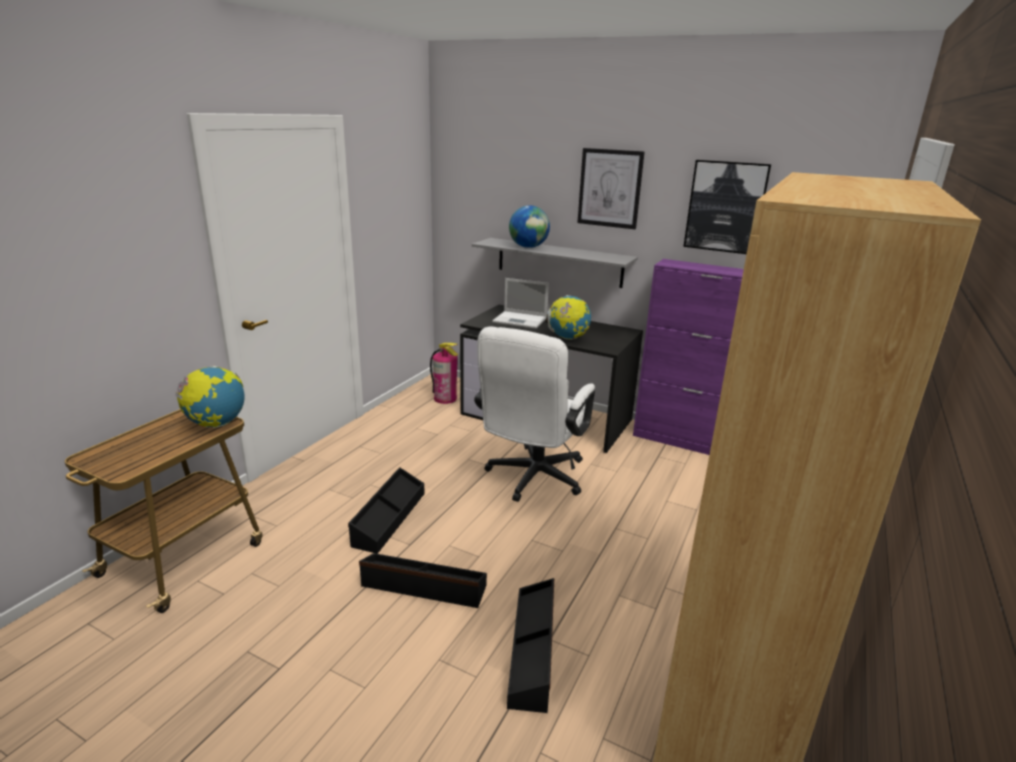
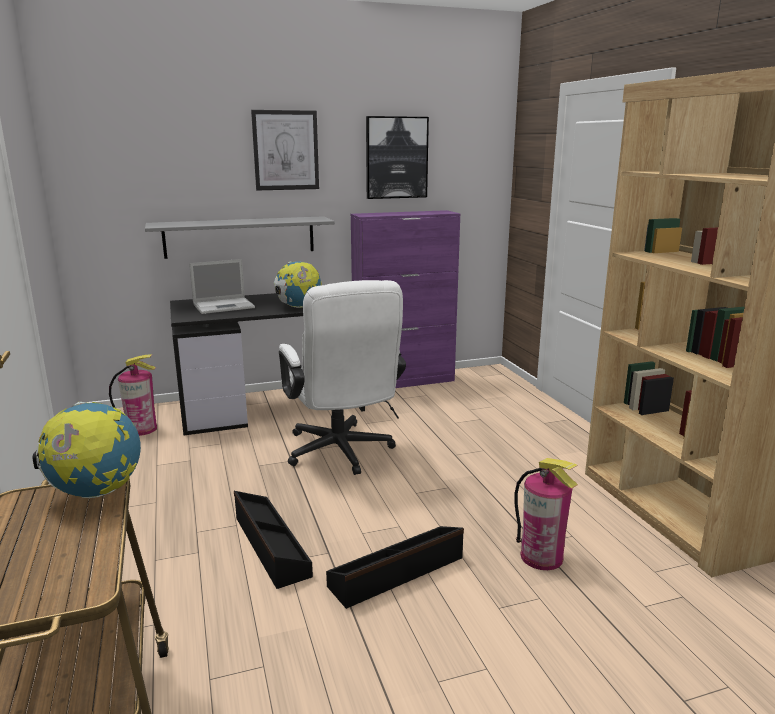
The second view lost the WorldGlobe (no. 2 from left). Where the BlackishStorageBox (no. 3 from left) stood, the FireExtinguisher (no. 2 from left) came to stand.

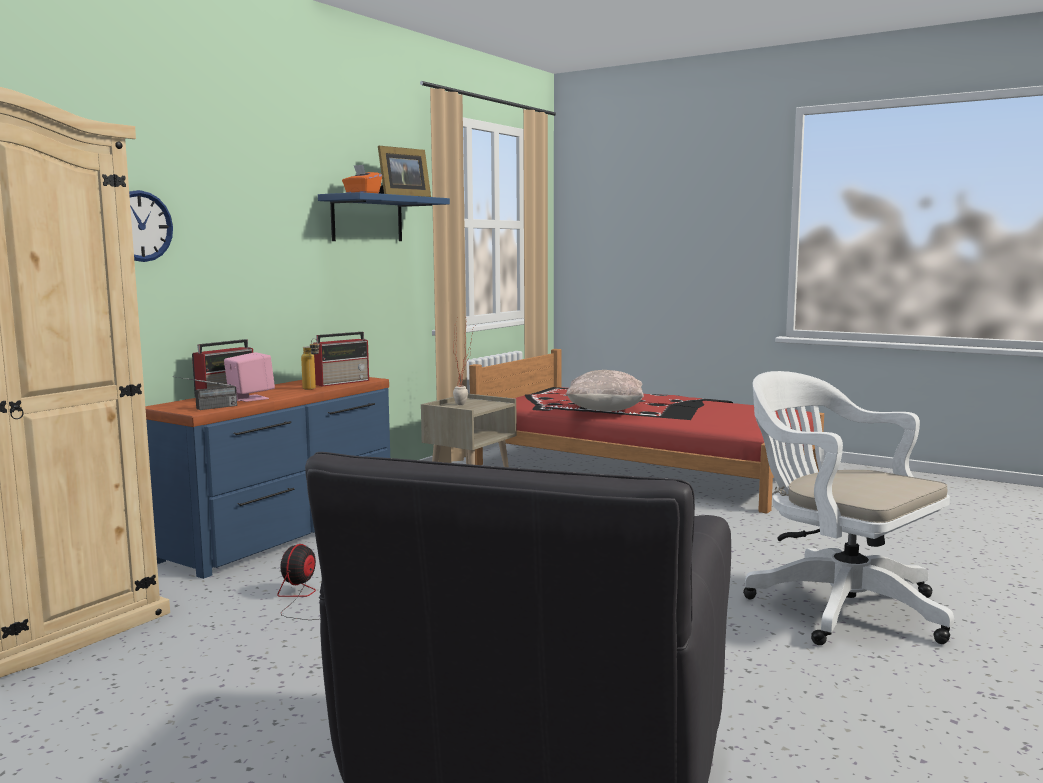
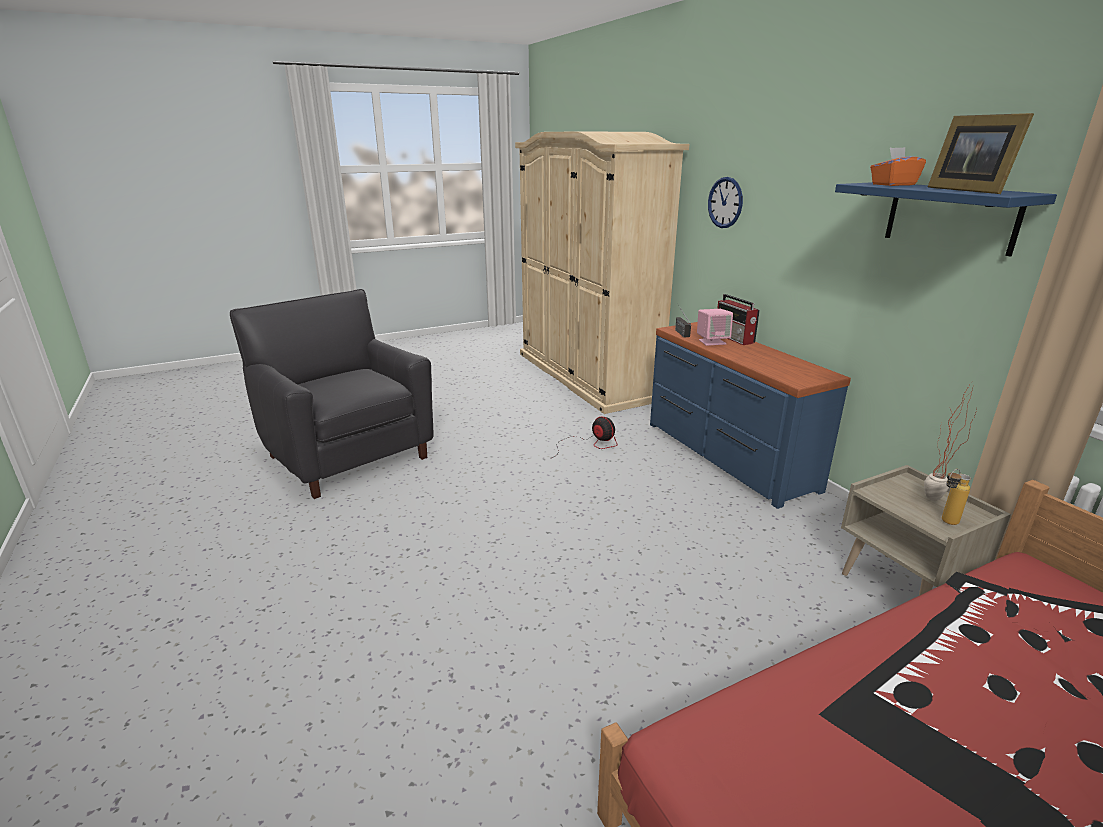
The second view lost the RadioSet (no. 3 from left). The Bottle ended up elsewhere. The second view lost the BeigeThrowPillow. The second view lost the WhitishOfficeChair.

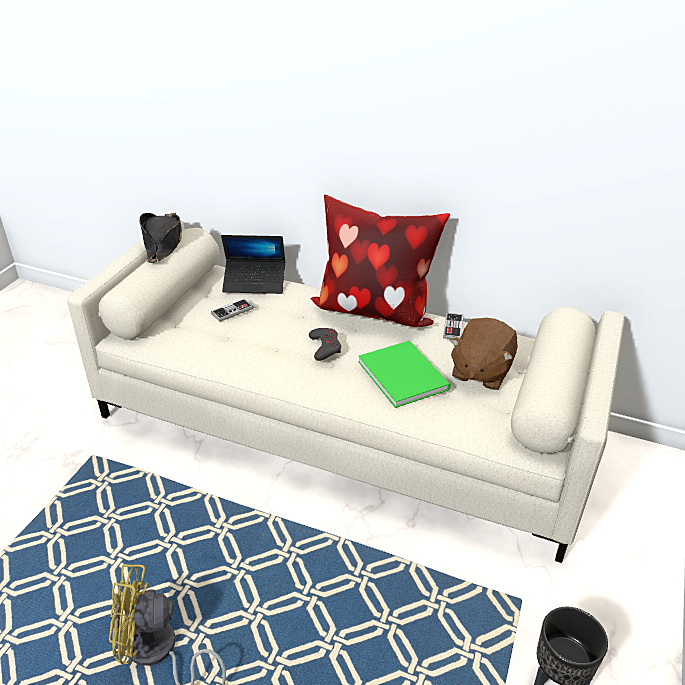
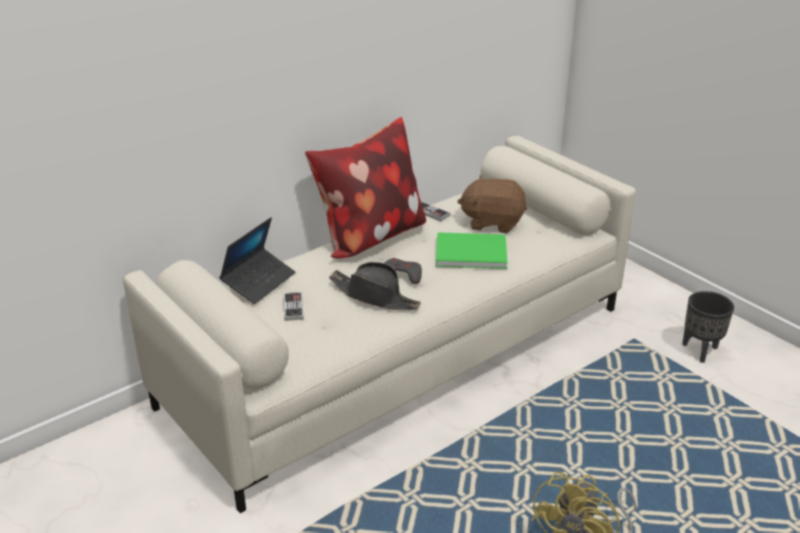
The BlackishWearableHat ended up elsewhere. The BrownColouredCuddlyToy ended up facing another way, 135 degrees clockwise from before.

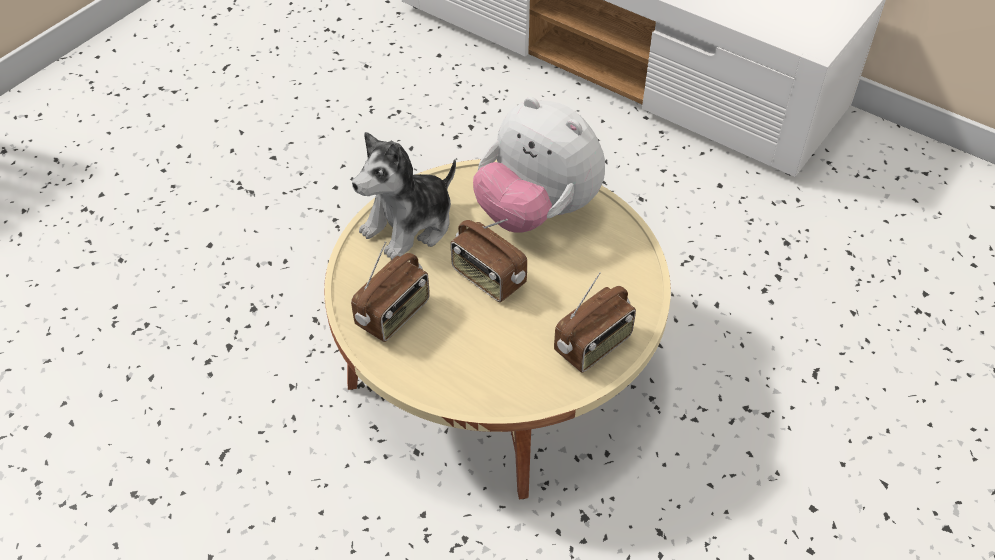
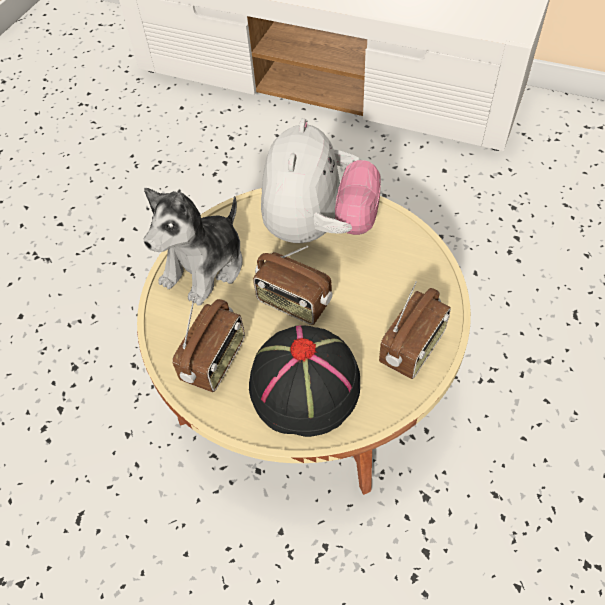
The CuddlyToy (no. 2 from left) ended up facing another way, 105 degrees counterclockwise from before. The second view gained the BlackishWearableHat.

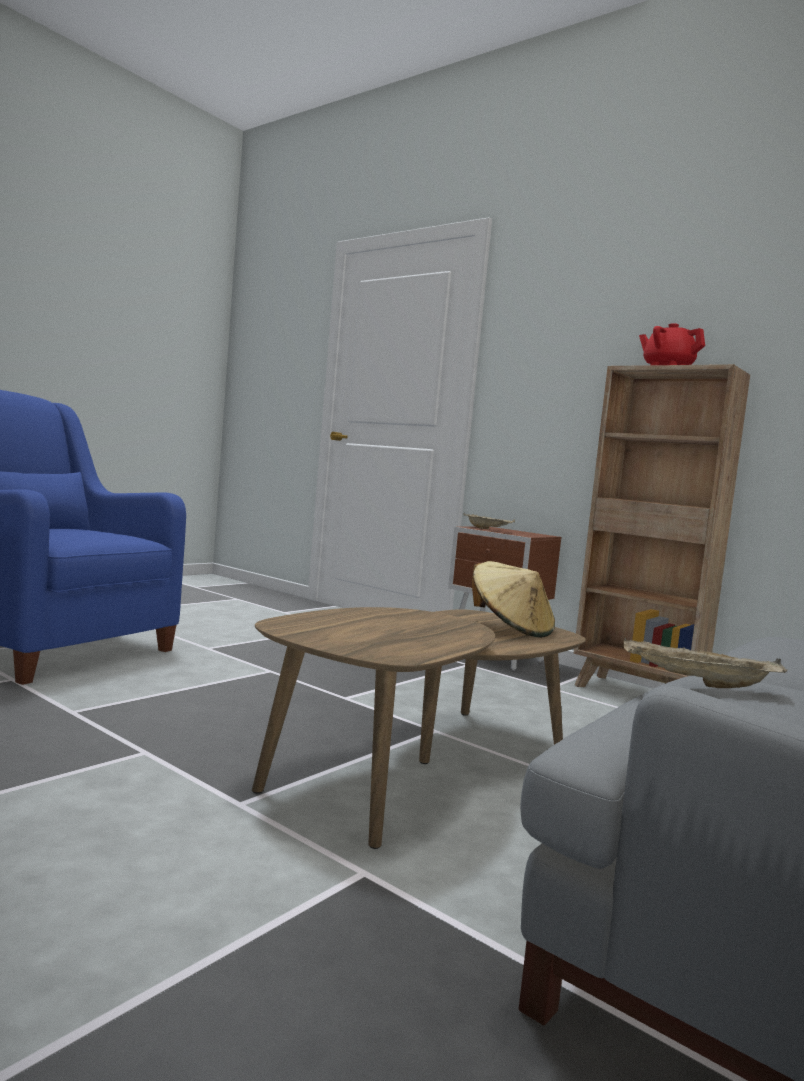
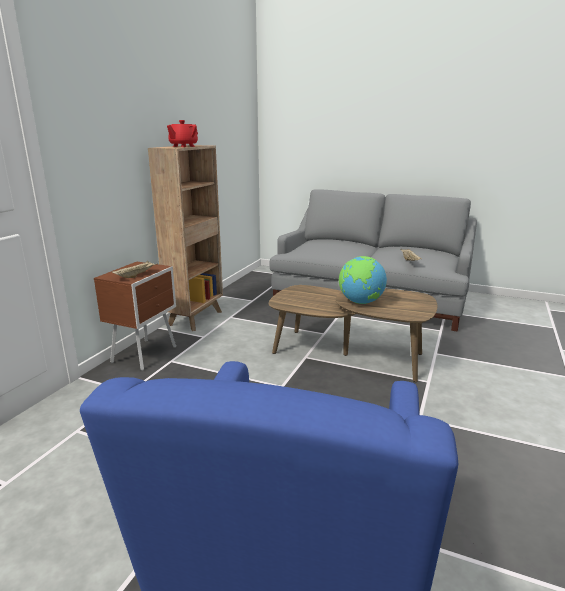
The second view lost the BeigeWearableHat. The second view gained the WorldGlobe.

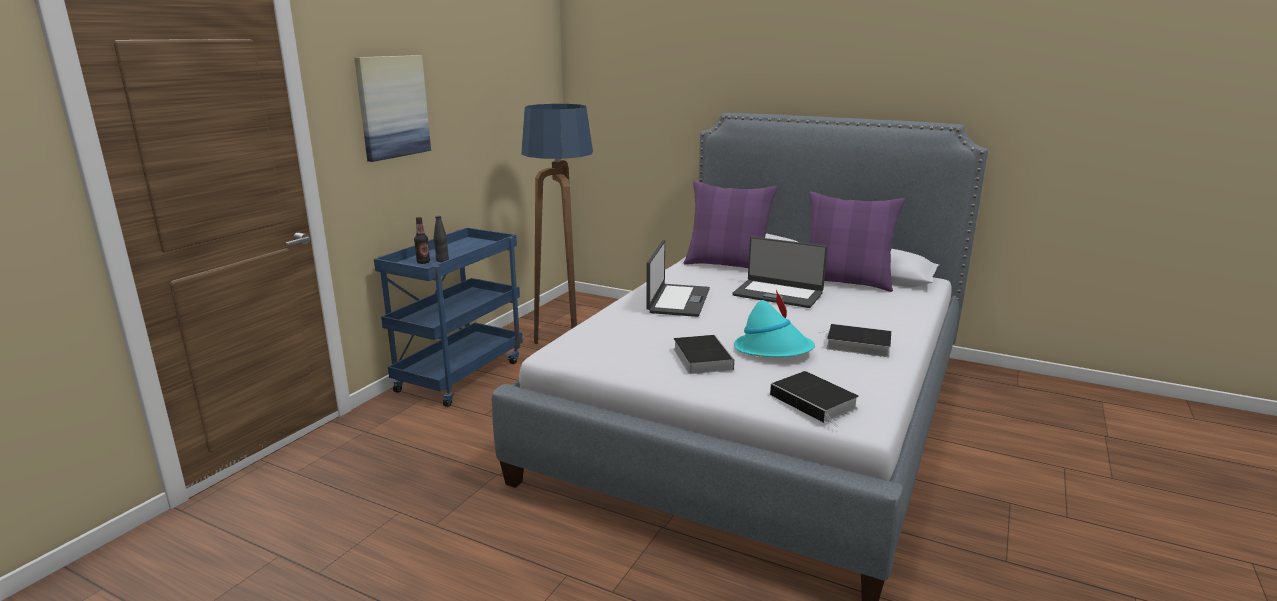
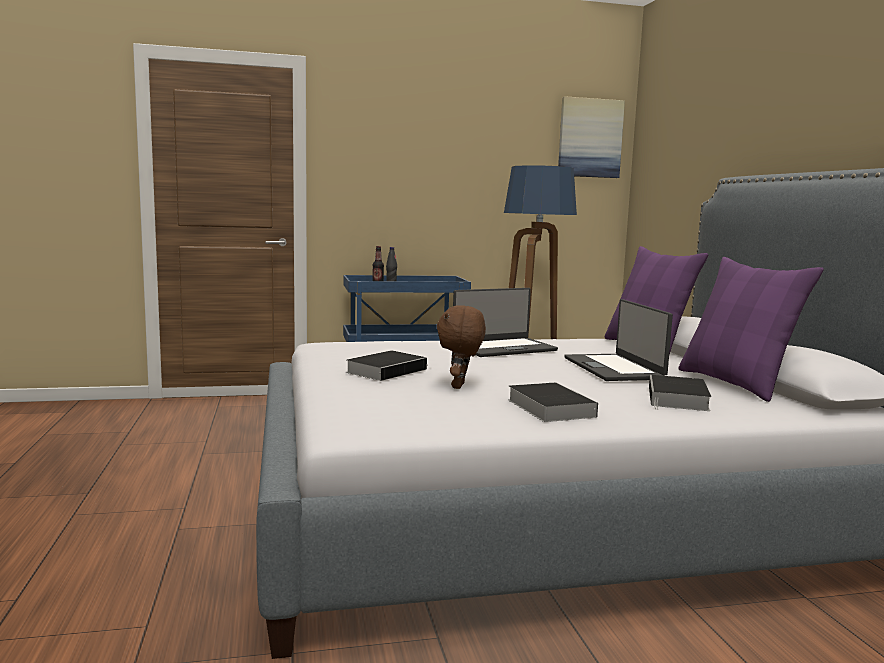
The WallPicture ended up elsewhere. Where the BlueGreenWearableHat stood, the BrownColouredCuddlyToy came to stand. The BoundBook (no. 2 from left in the first image) ended up elsewhere.

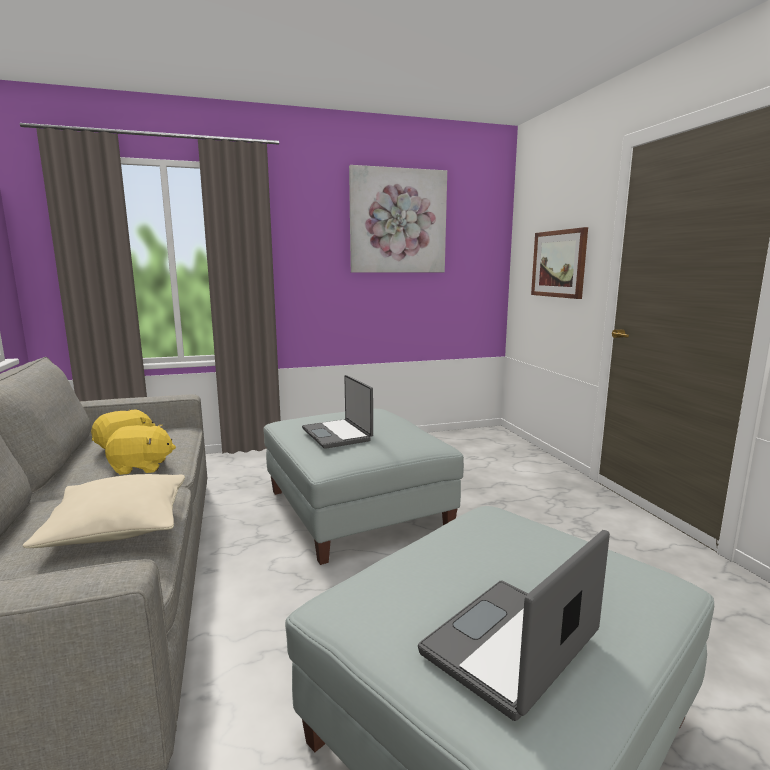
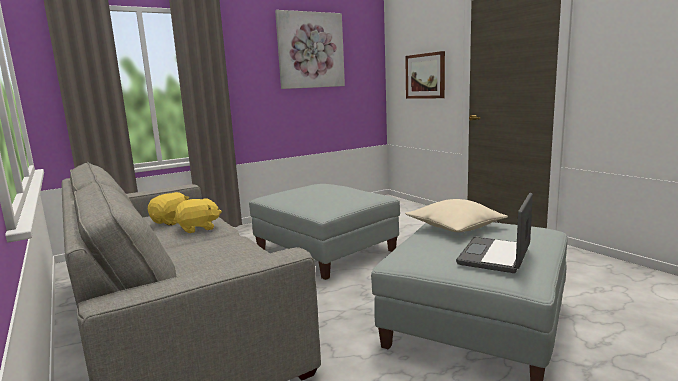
The second view lost the Laptop (no. 1 from left). The BeigeThrowPillow ended up elsewhere.

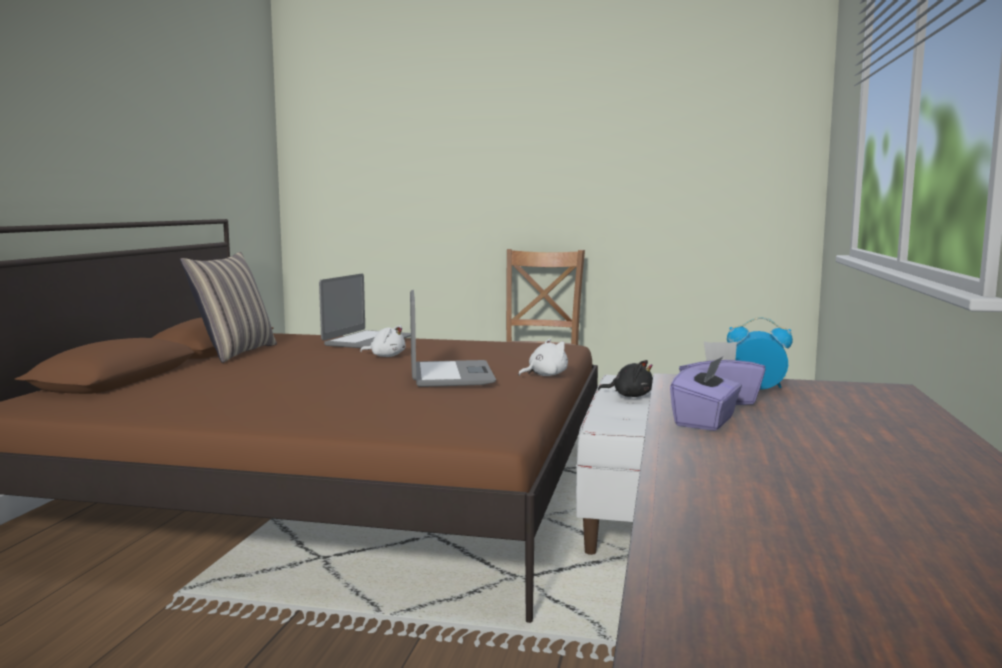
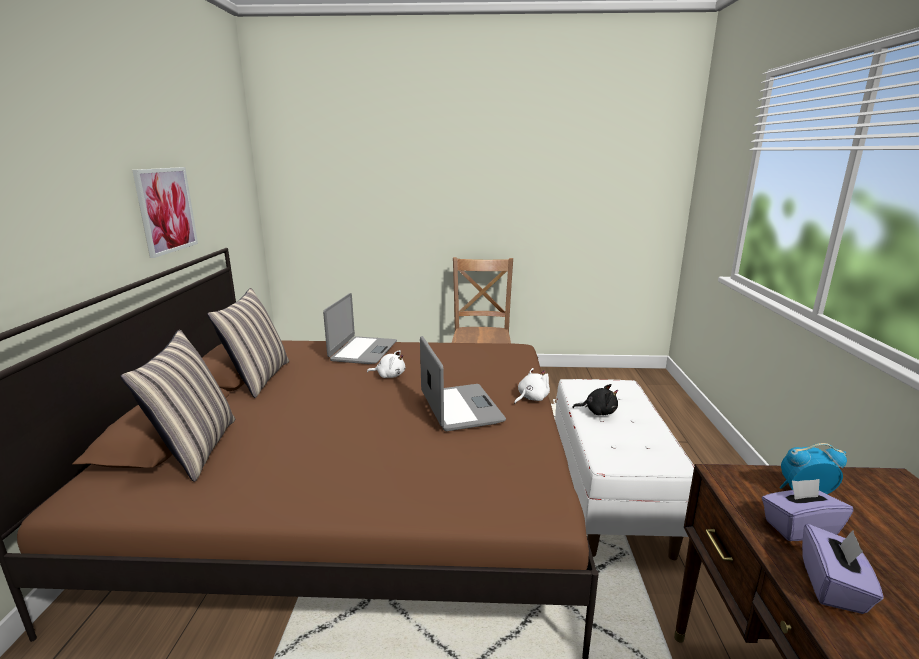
The second view gained the WallPicture. The second view gained the ThrowPillow (no. 1 from left).

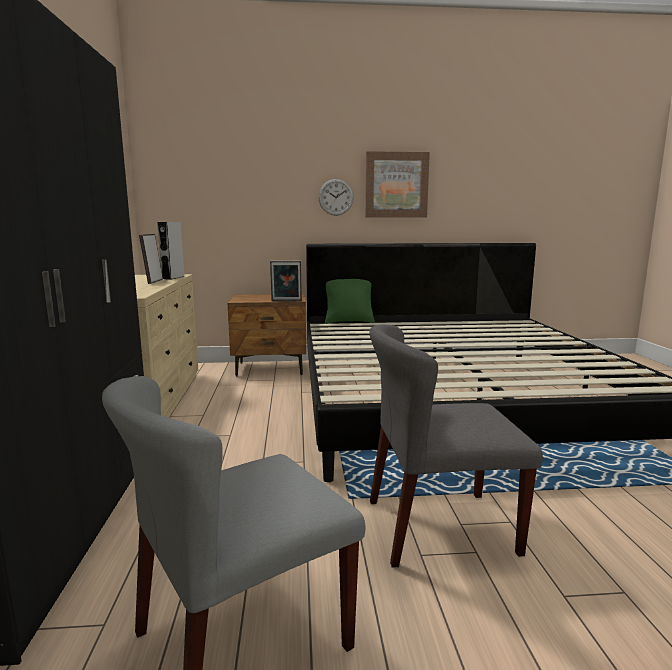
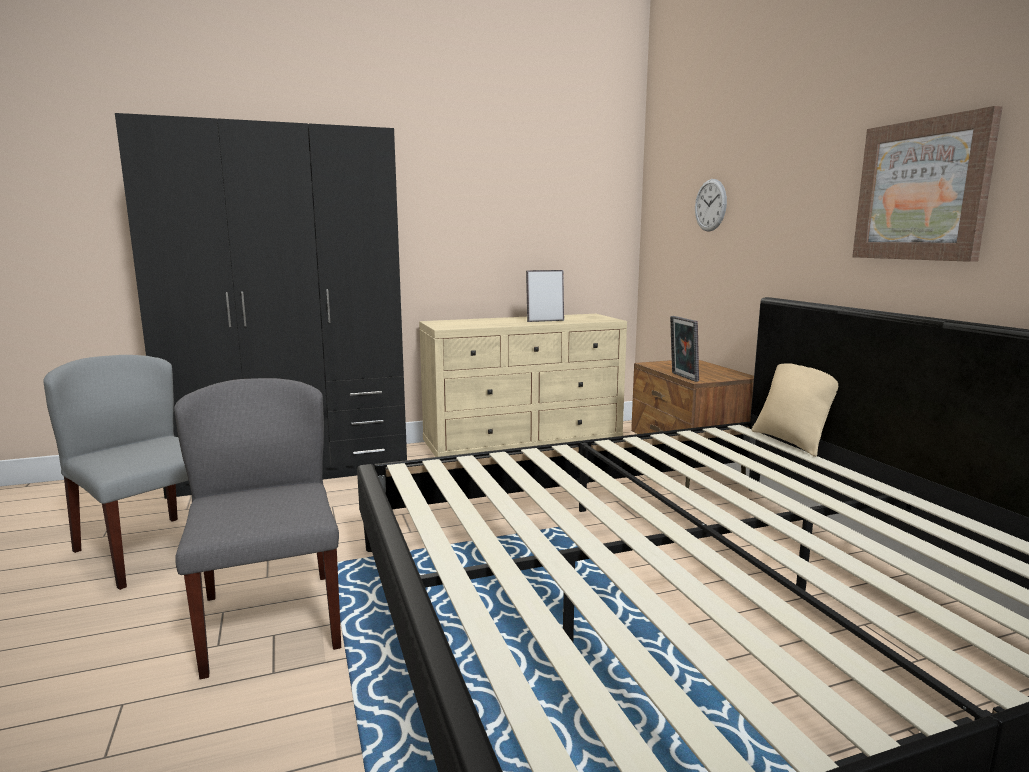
The ClockOnTheWall ended up elsewhere. The second view lost the GreyAudioSpeaker. What was the GreenThrowPillow turned into the BeigeThrowPillow.

